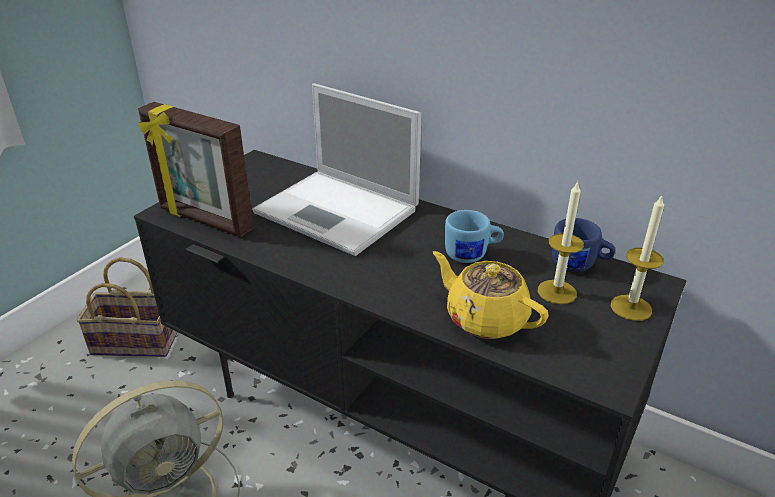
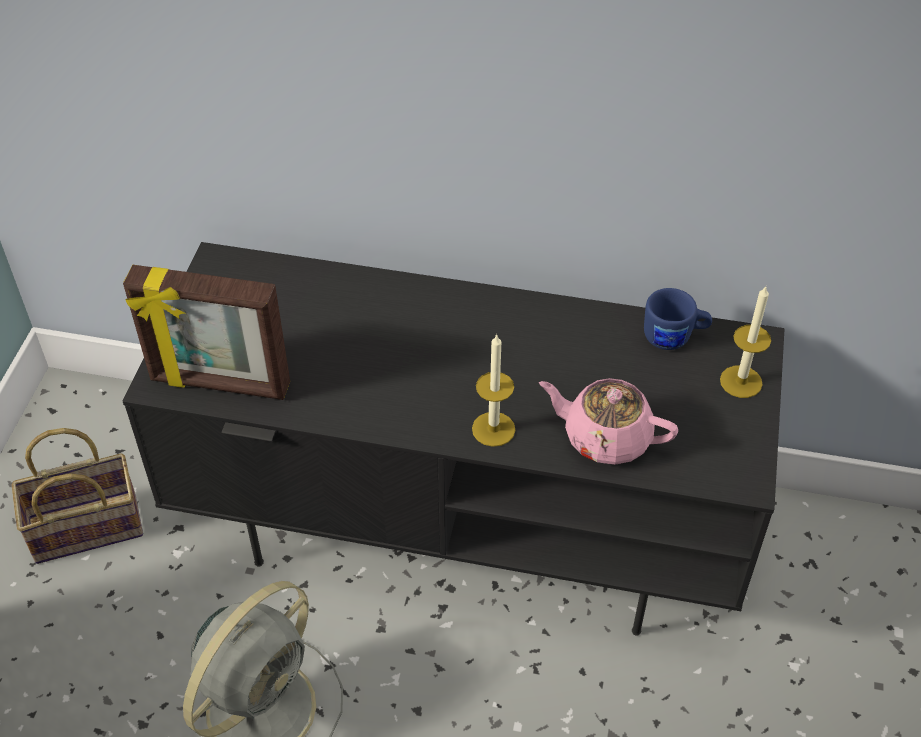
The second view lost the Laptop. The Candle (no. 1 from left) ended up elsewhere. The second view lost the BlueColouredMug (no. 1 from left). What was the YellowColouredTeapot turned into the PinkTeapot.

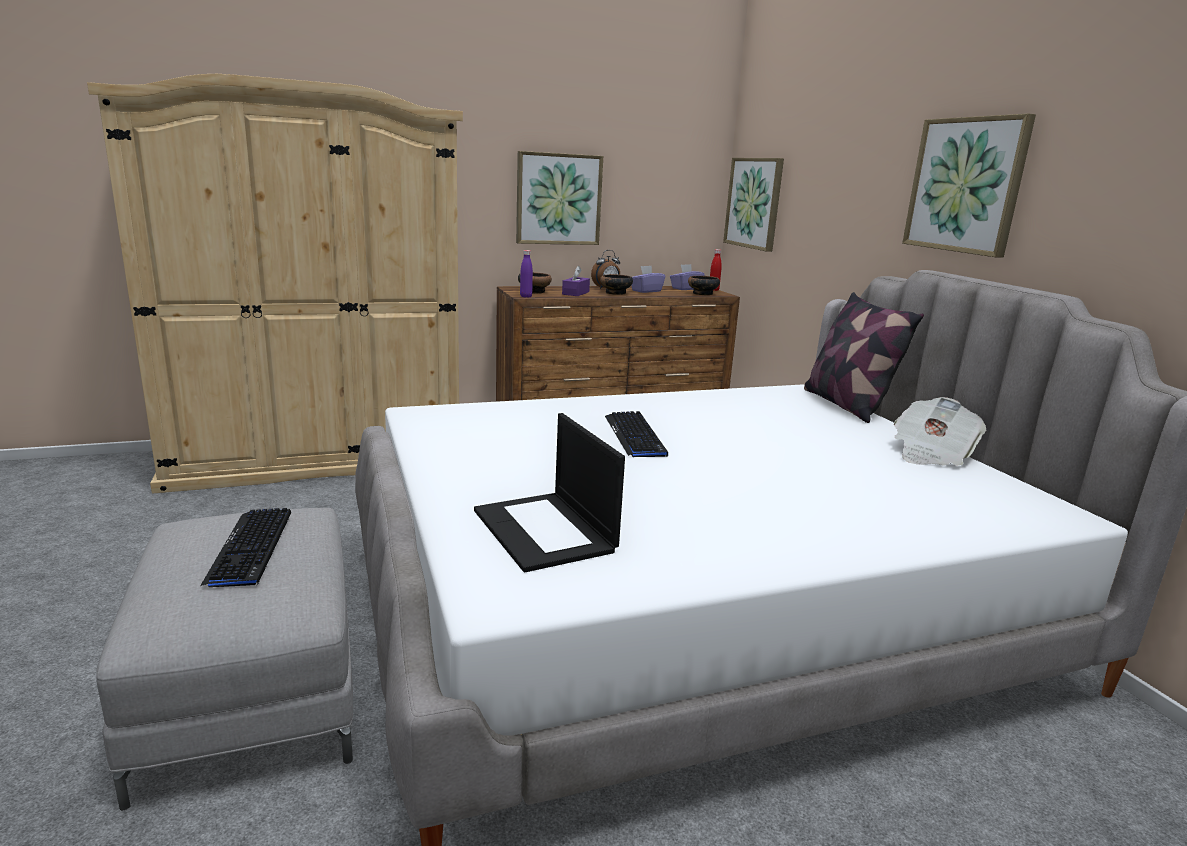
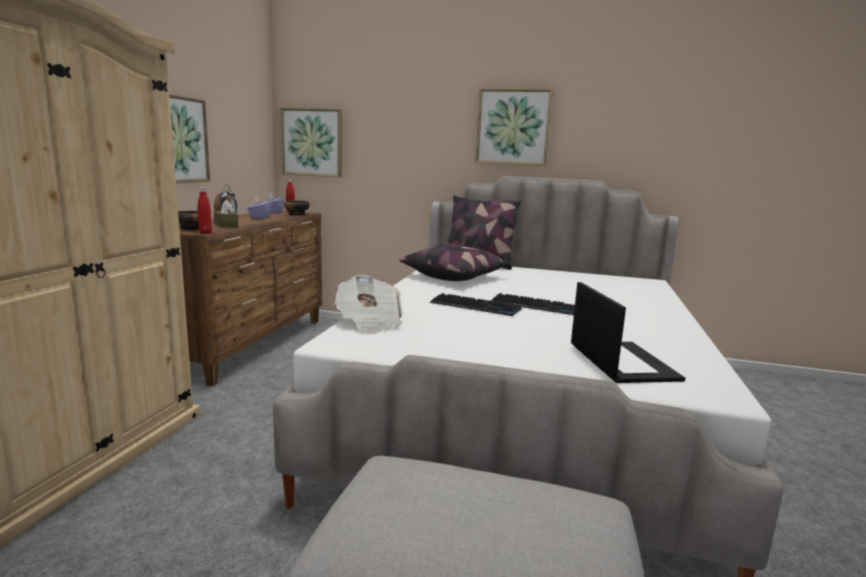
What was the PurpleBottle turned into the ReddishBottle (no. 1 from left). What was the PurpleBoxOfTissues (no. 1 from left) turned into the BrownColouredBoxOfTissues. The second view lost the DeepDish (no. 2 from left). The Newspaper ended up elsewhere. The Laptop ended up facing another way, 105 degrees counterclockwise from before. The Keyboard (no. 1 from left in the first image) ended up elsewhere. The second view gained the ThrowPillow (no. 1 from left).

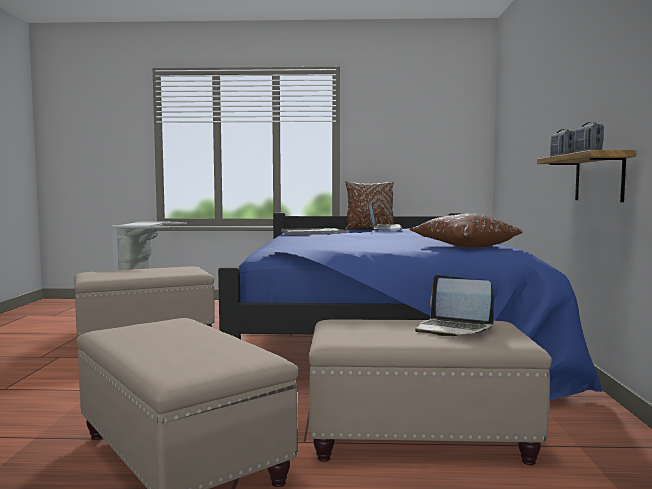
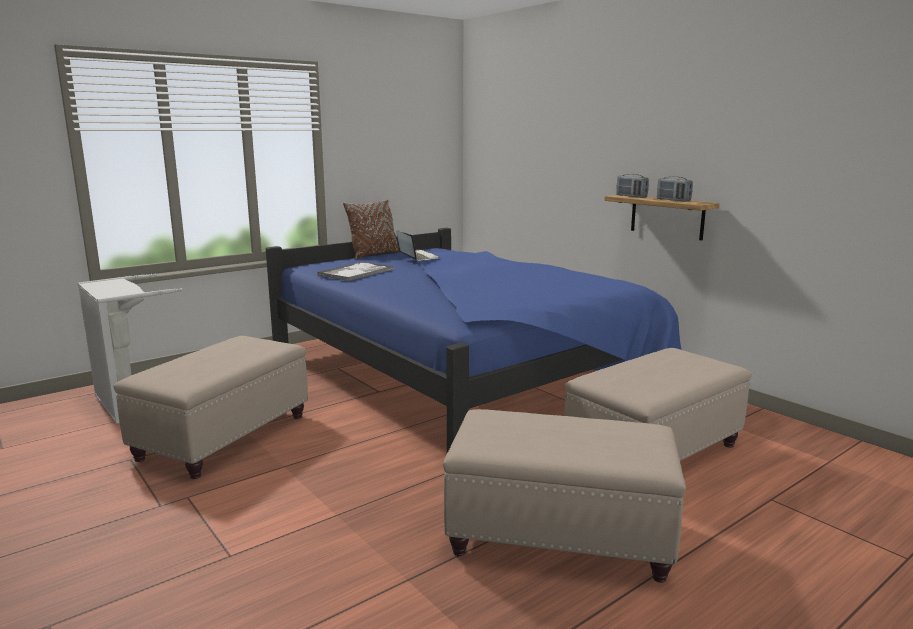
The second view lost the BrownColouredThrowPillow (no. 2 from left). The second view lost the Laptop (no. 2 from left).

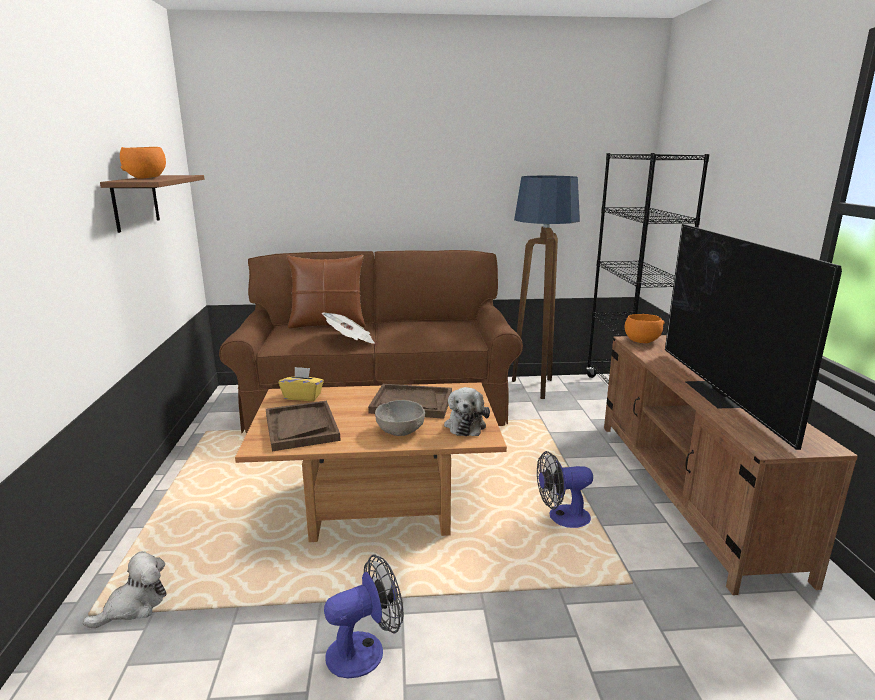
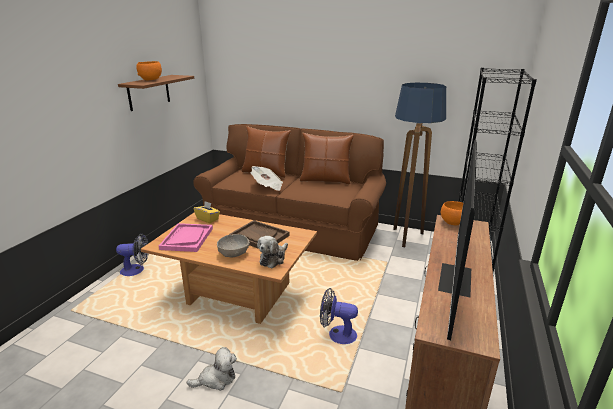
What was the BrownColouredCarryingTray (no. 1 from left) turned into the PinkCarryingTray. The CuddlyToy (no. 1 from left) ended up elsewhere. The CoolingFan (no. 1 from left) ended up elsewhere. The second view gained the BrownColouredThrowPillow (no. 2 from left).

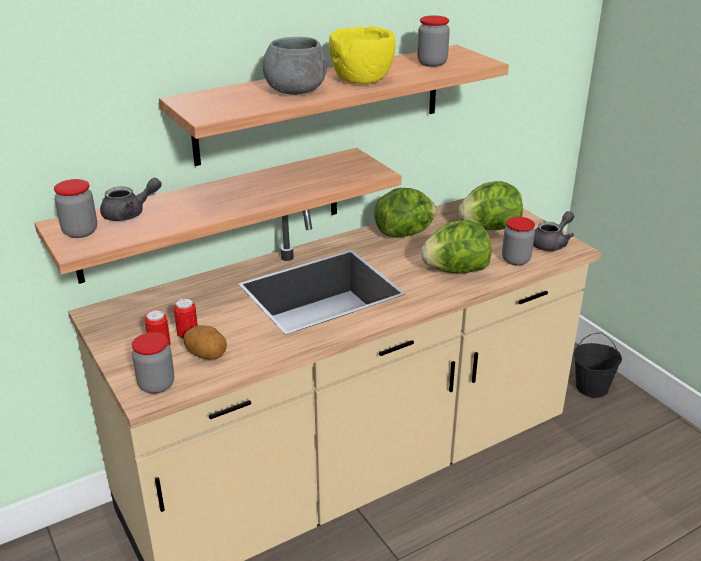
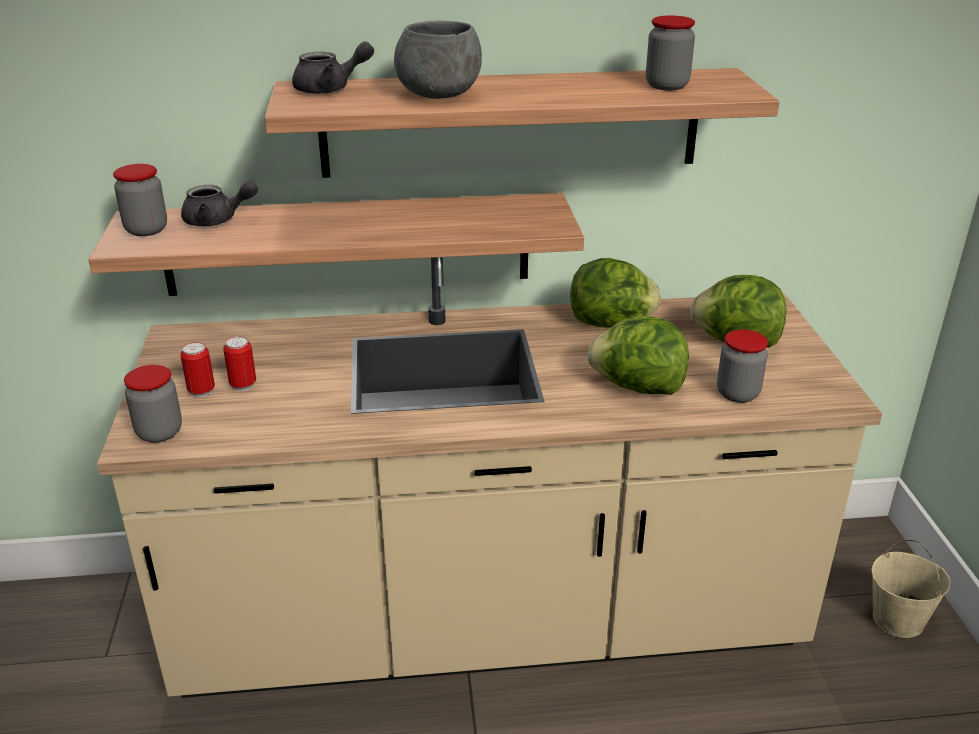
The second view lost the YellowColouredDeepDish. The GreyTeapot (no. 2 from left) ended up elsewhere. The second view lost the Potato. What was the BlackishBucket turned into the BeigeBucket.

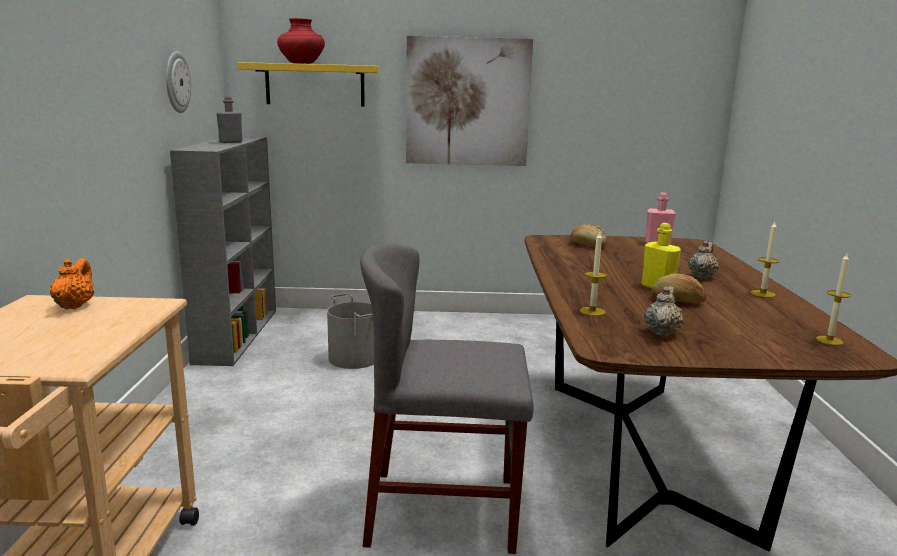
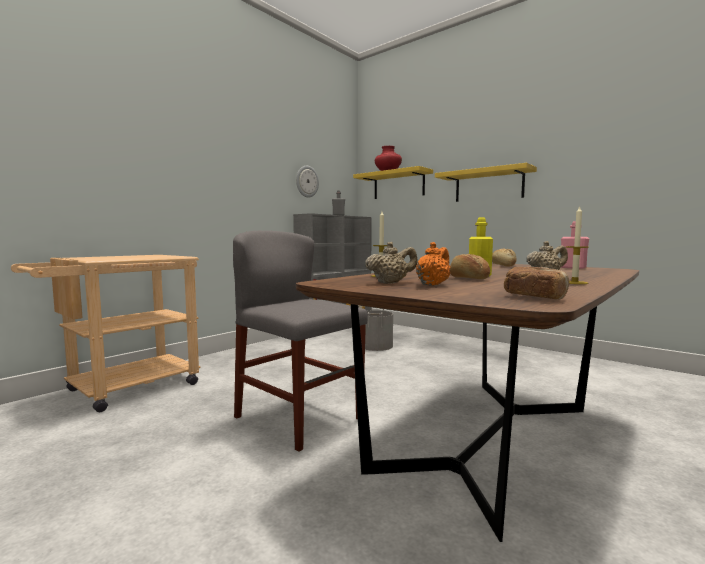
Where the WallPicture hung, the YellowColouredShelf (no. 2 from left) came to hang. Where the Candle (no. 3 from left) stood, the Bread (no. 3 from left) came to stand. The OrangeyTeapot ended up elsewhere.

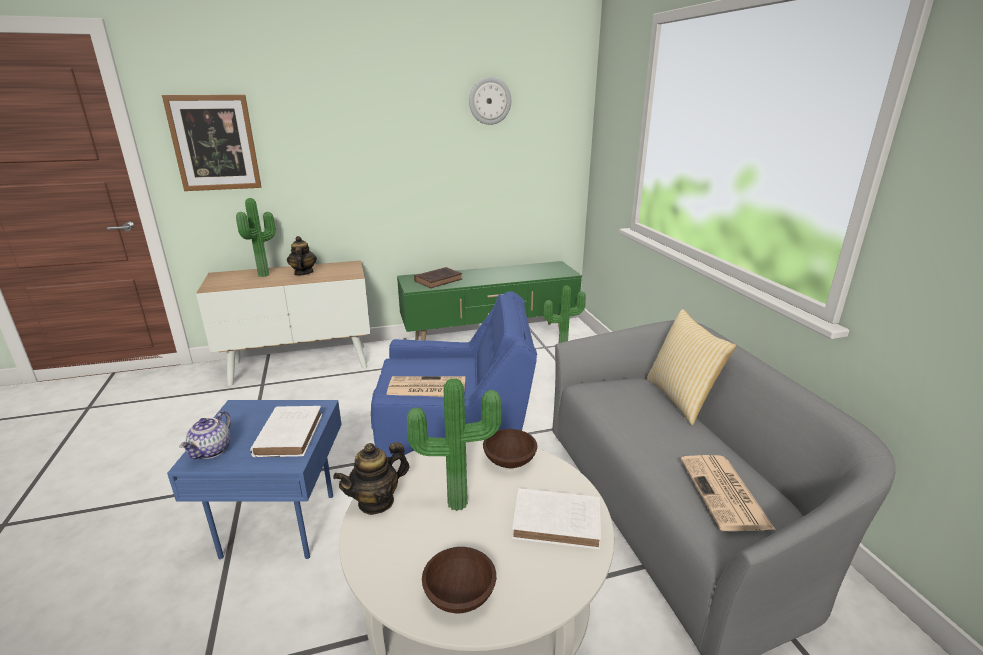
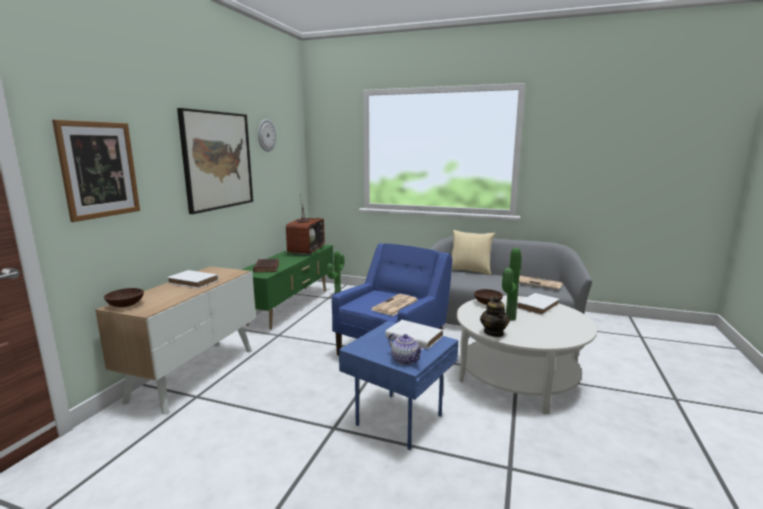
The second view lost the PlantInAPot (no. 1 from left). Where the Teapot (no. 2 from left) stood, the WhitishBoundBook (no. 1 from left) came to stand. The BrownColouredDeepDish (no. 1 from left) ended up elsewhere. The second view gained the WallPicture (no. 2 from left). The second view gained the Television.

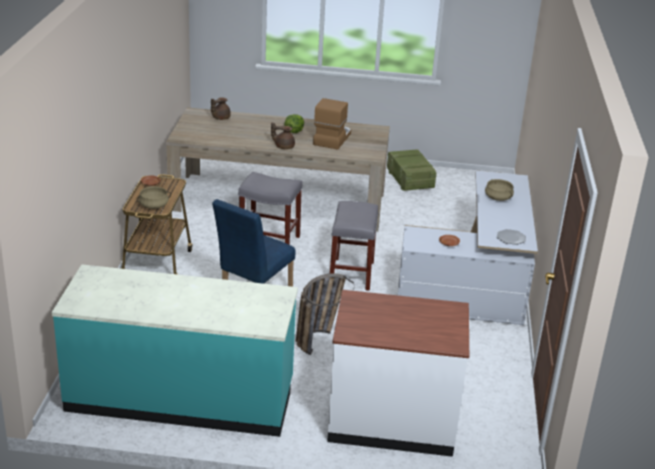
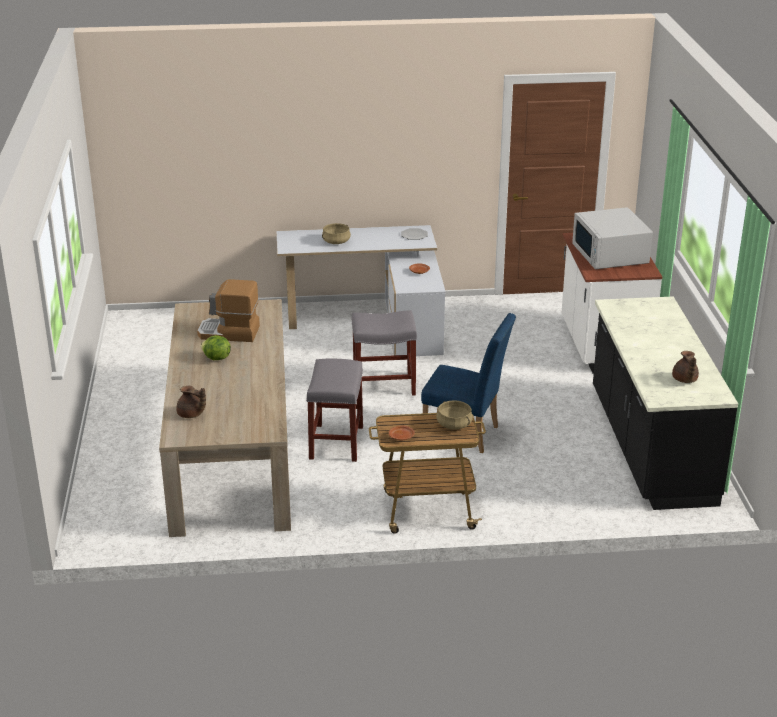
The BrownColouredTeapot (no. 2 from left) ended up elsewhere. The second view lost the Crate. What was the BlueGreenCounter turned into the BlackishCounter. The second view lost the HouseholdBasket. The second view gained the WhitishMicrowaveOven.

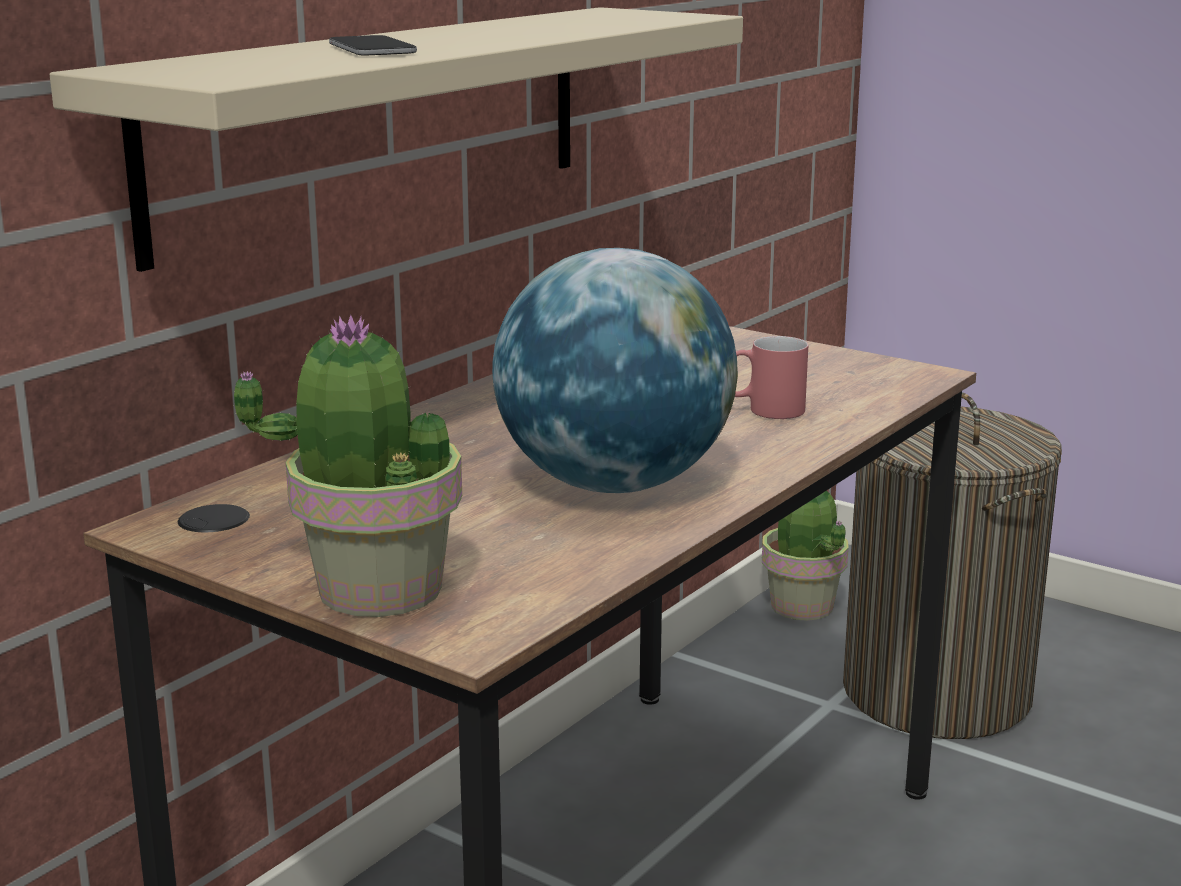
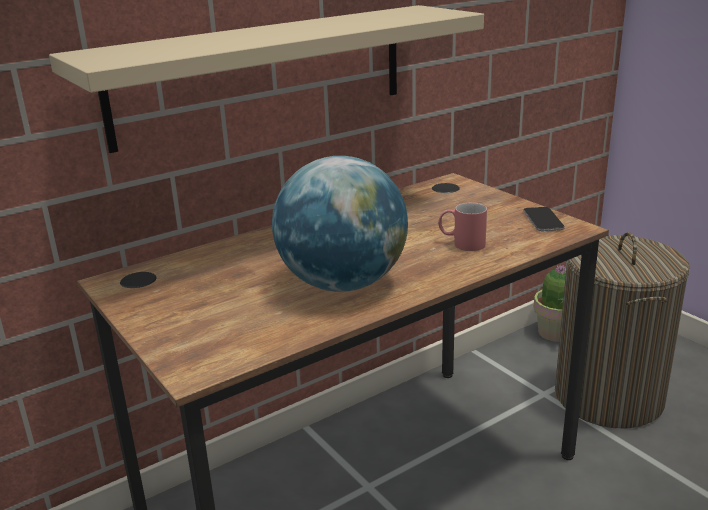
The Phone ended up elsewhere. The second view lost the PlantInAPot (no. 1 from left).

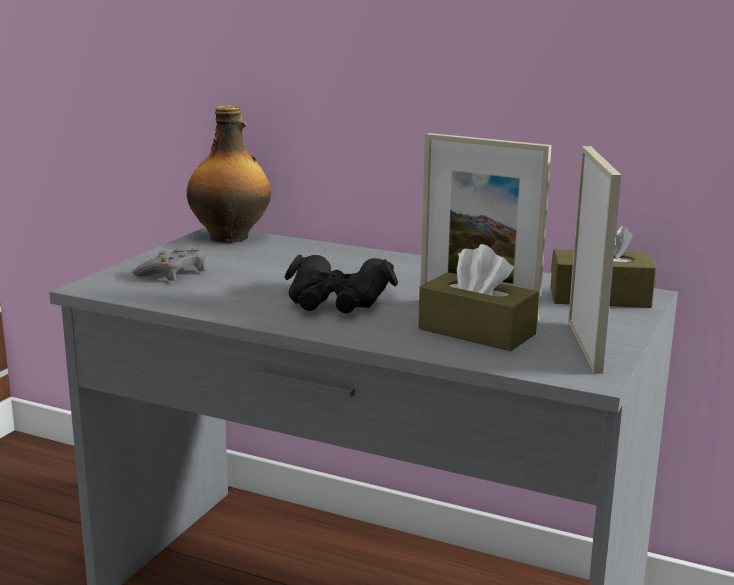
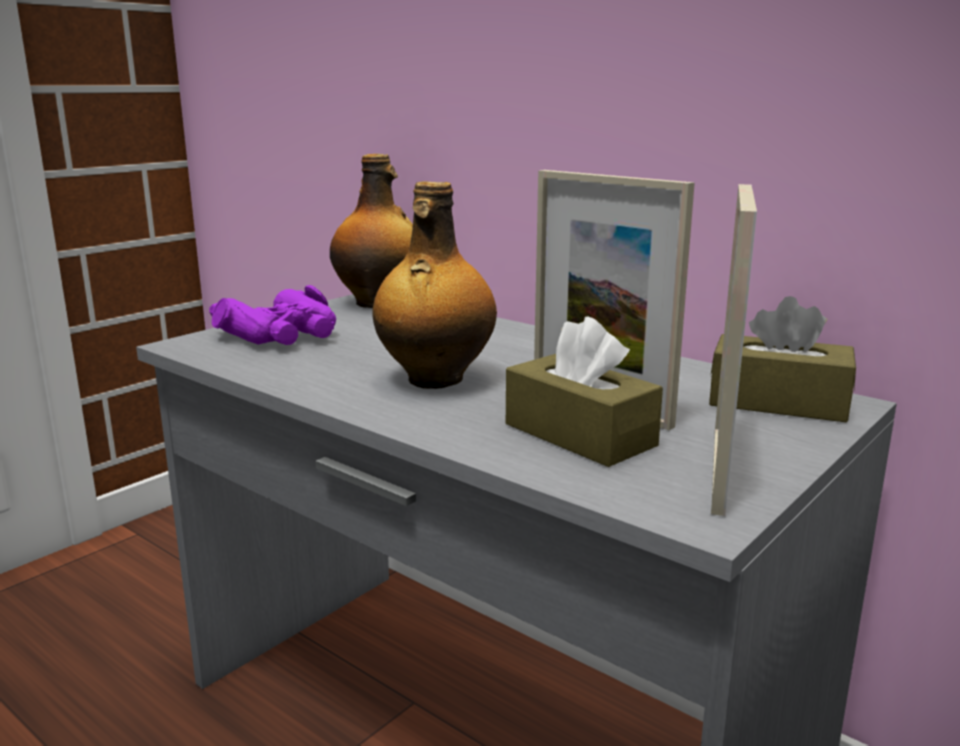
Where the GreyGamepad stood, the PurpleFieldGlasses came to stand. Where the BlackishFieldGlasses stood, the Bottle (no. 2 from left) came to stand.

